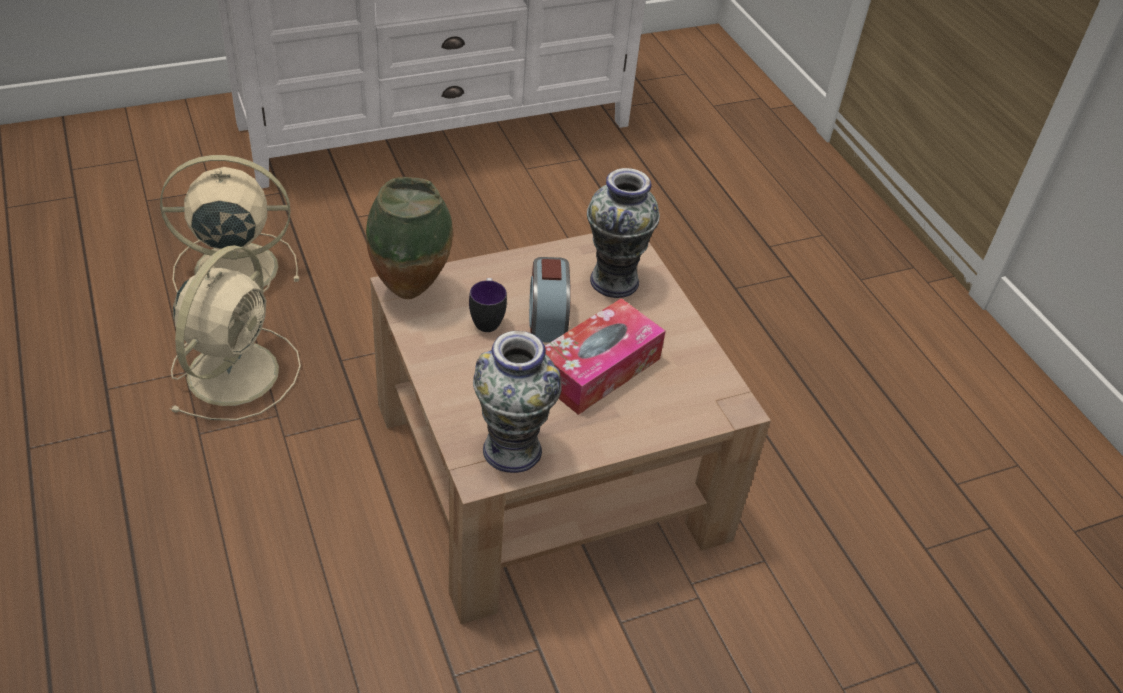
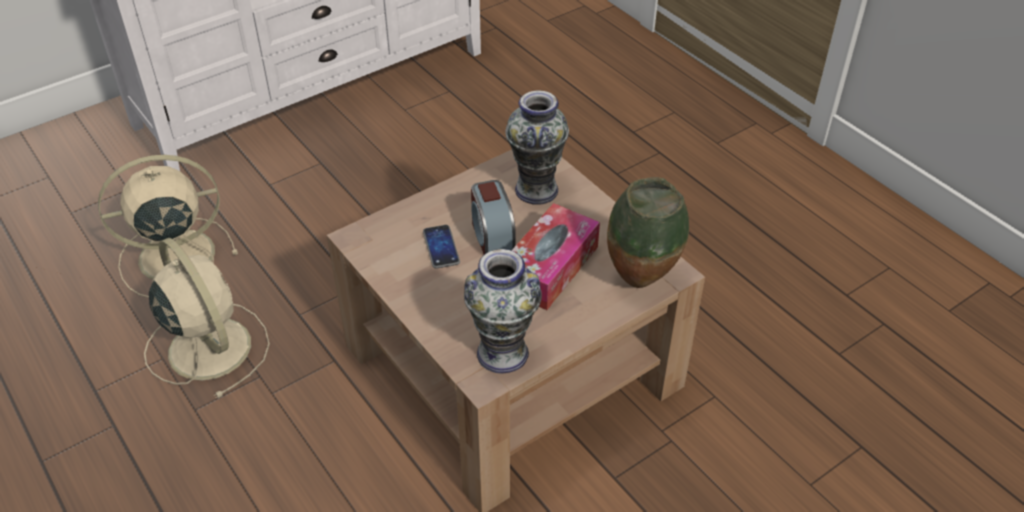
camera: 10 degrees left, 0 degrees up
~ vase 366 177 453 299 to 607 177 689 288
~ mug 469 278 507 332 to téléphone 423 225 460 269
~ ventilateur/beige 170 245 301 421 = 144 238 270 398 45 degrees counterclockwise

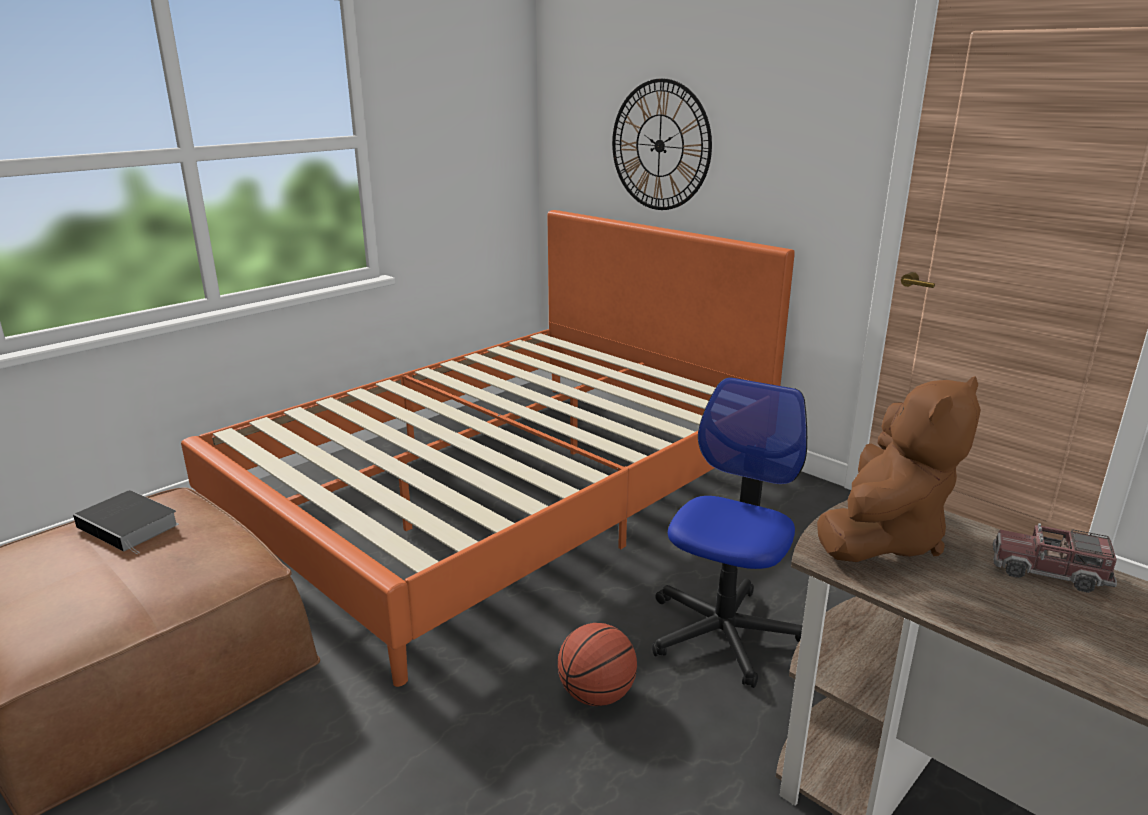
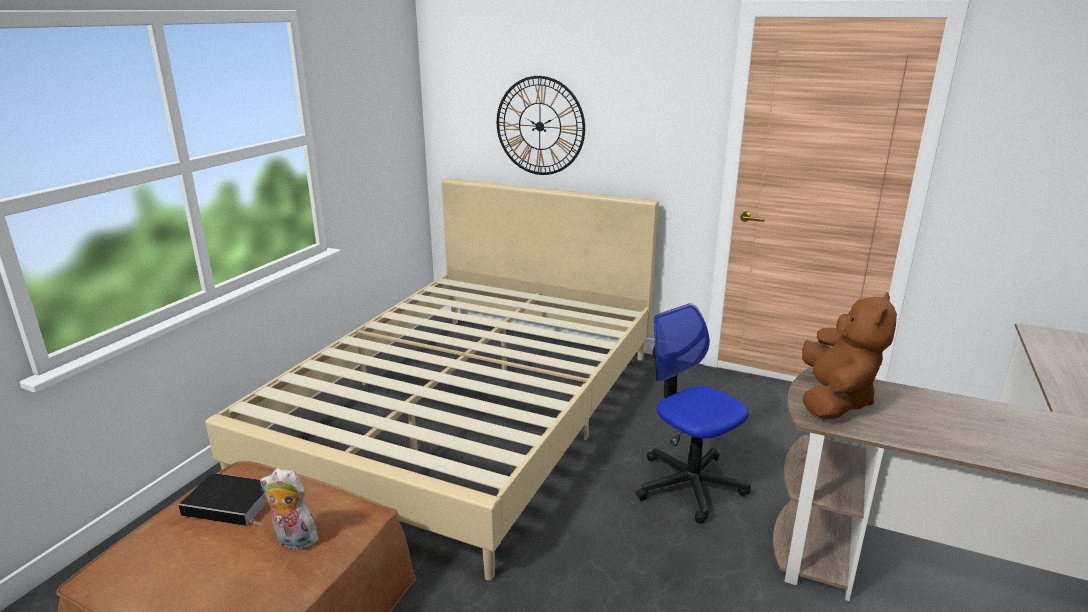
camera: 20 degrees left, 0 degrees up
- ballon de basket 558 623 637 706
- camion jouet 993 523 1117 593
+ peluche 260 468 320 550
~ lit/orange 181 210 795 687 to lit/beige 205 178 659 581
~ chaise de bureau 652 377 807 688 = 636 303 751 524 45 degrees counterclockwise

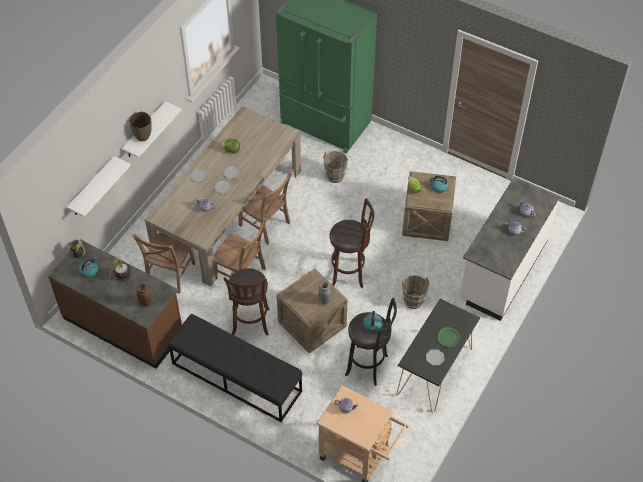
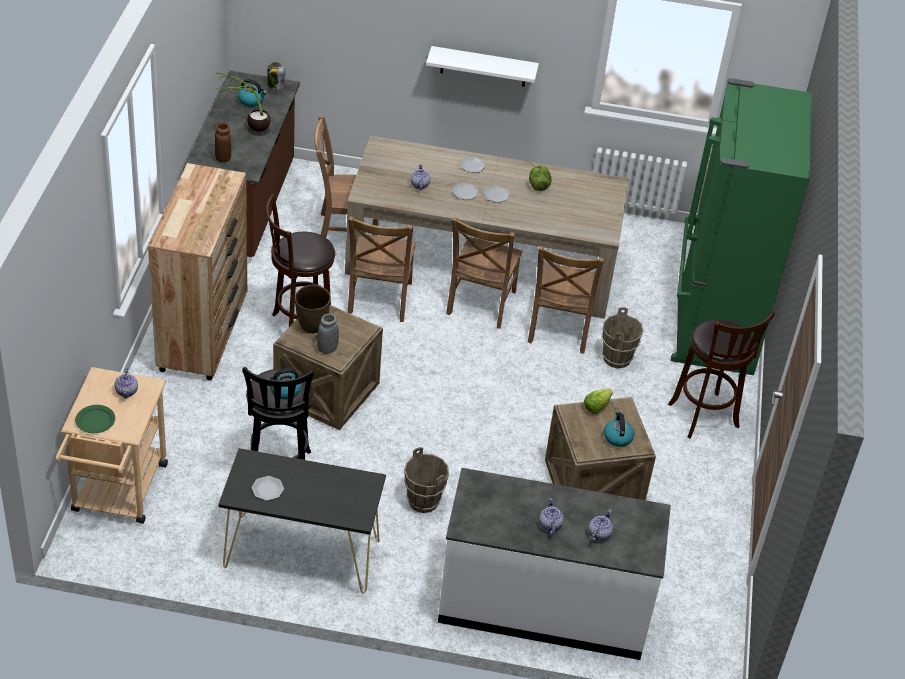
camera: 65 degrees right, 10 degrees down
- étagère/blanc 67 156 131 217
+ chaise/marron 528 246 604 353
~ vase/marron 129 112 152 141 to 295 285 331 333
~ tabouret/marron 329 198 374 288 to 668 311 775 439
~ assiette/vert 437 327 460 347 to 75 405 115 433
~ banc/noir 168 314 302 422 to commode/marron 148 163 247 380

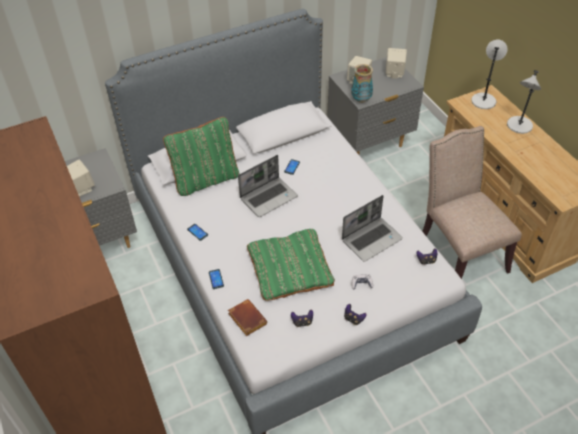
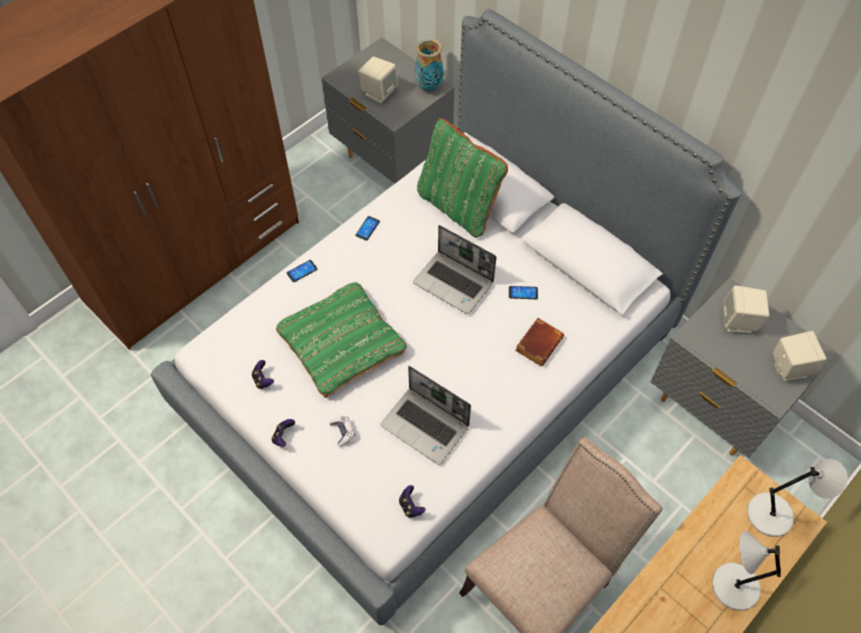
camera: 70 degrees right, 10 degrees up
~ livre/marron 228 299 268 336 to 515 318 564 366
~ vase 351 64 373 103 to 414 38 444 91

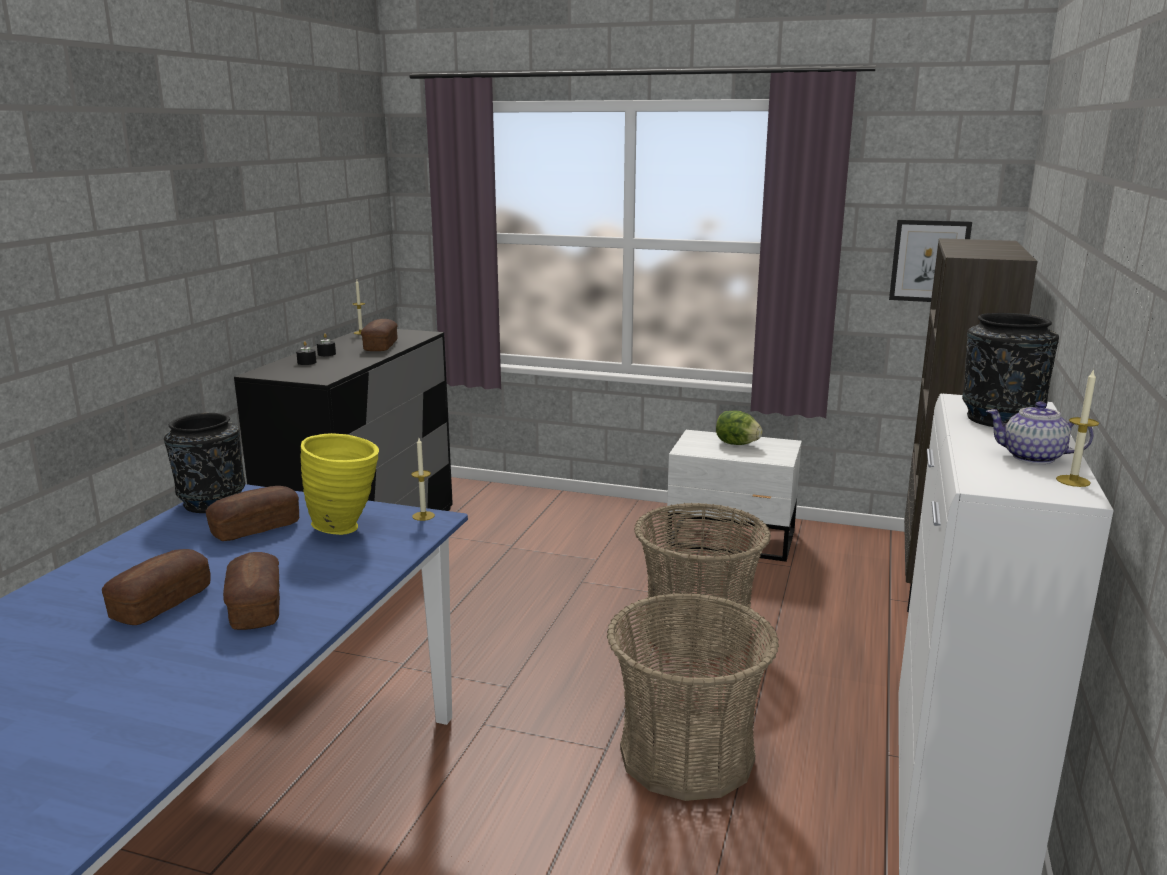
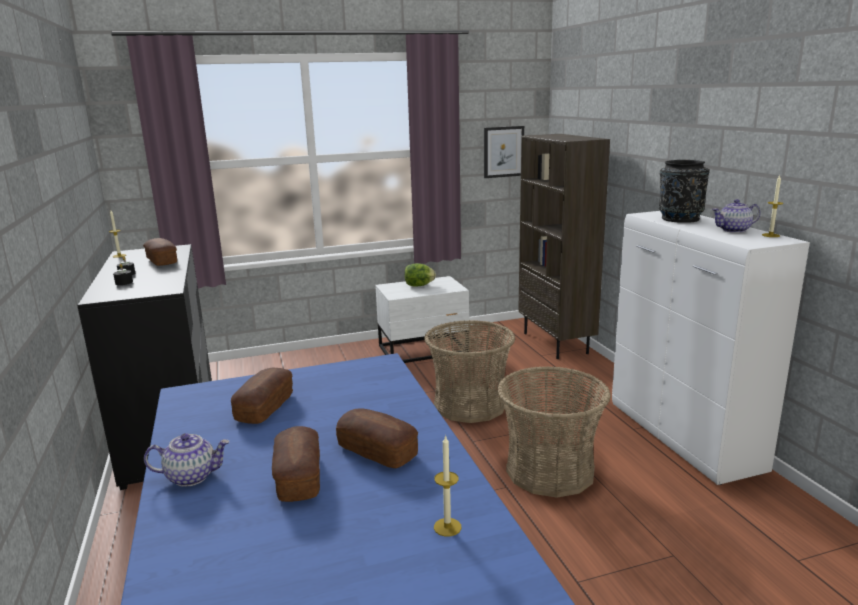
camera: 35 degrees left, 0 degrees up
- vase/noir 164 413 245 513
- vase/jaune 300 433 379 535
+ théière 144 433 230 487
~ bougie 411 438 435 521 to 434 435 461 537

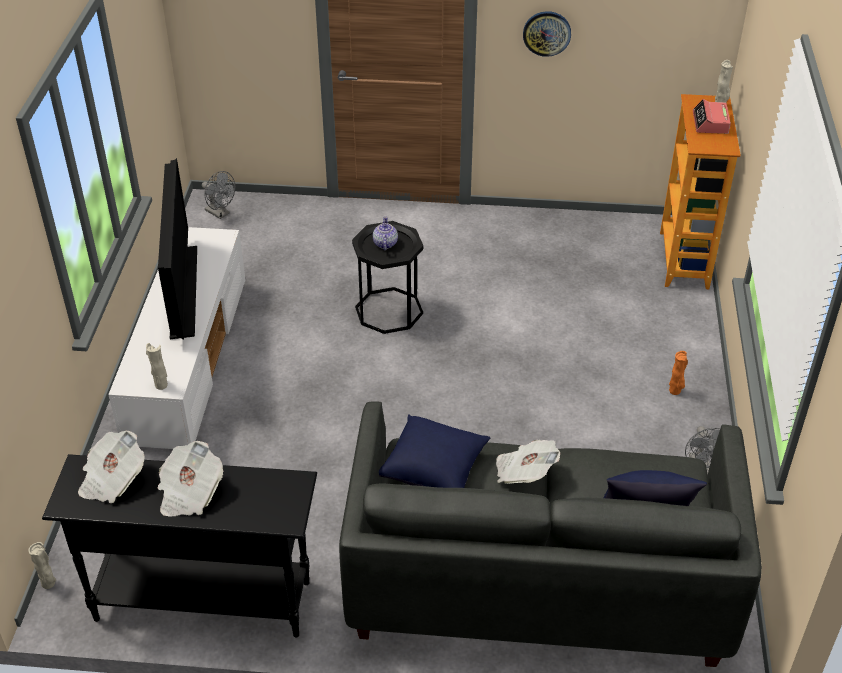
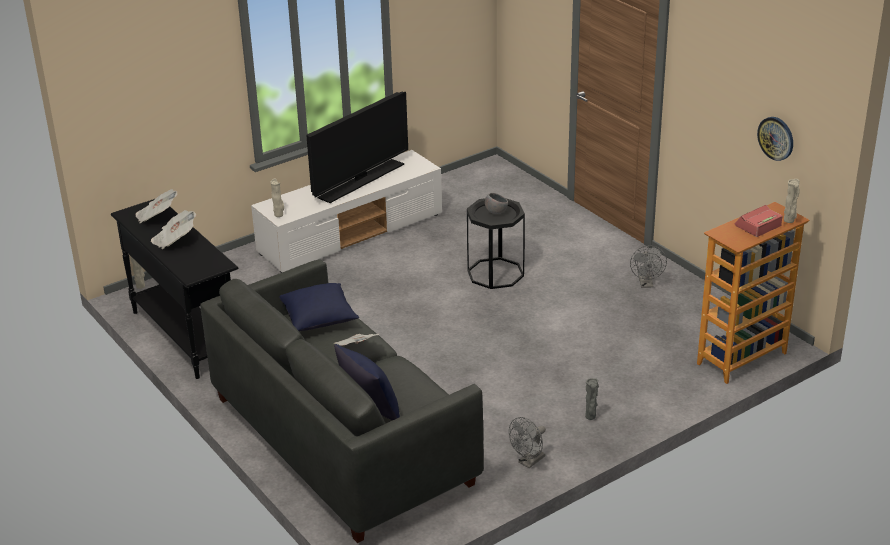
camera: 50 degrees right, 10 degrees down
~ ventilateur/gris 202 171 235 219 to 630 245 667 288
~ horloge murale 523 11 571 57 to 757 117 793 161
~ théière 373 217 398 250 to bol/gris 485 193 508 214
~ vase/orange 669 351 688 395 to vase/gris 585 378 599 420

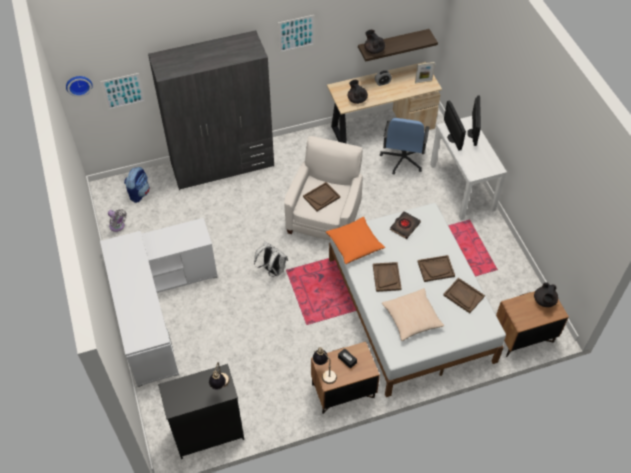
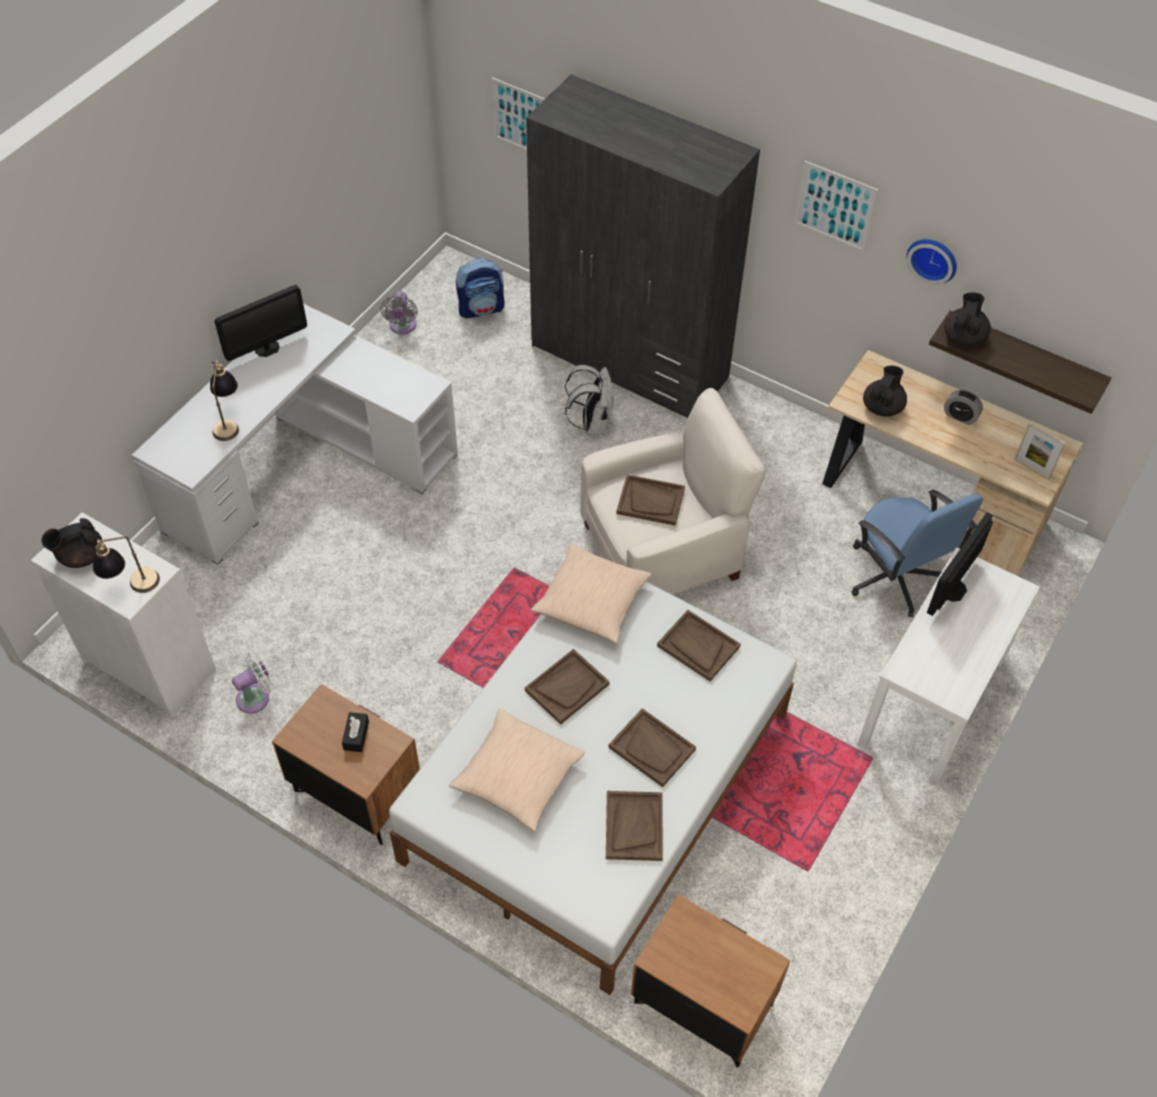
camera: 50 degrees right, 0 degrees up
+ ventilateur/blanc 232 652 274 714
~ horloge murale 66 76 93 97 to 907 239 957 285
~ sac à dos/blanc 254 241 288 277 to 565 365 614 435
~ lampe de table 313 347 337 384 to 210 360 239 441
~ écran d'ordinateur 467 96 481 146 to 215 285 307 361
~ théière/noir 534 283 558 307 to 41 518 103 568
~ livre/noir 390 211 421 239 to plateau/marron 657 610 741 681
~ commode/noir 158 364 244 459 to commode/blanc 31 512 216 717
~ coussin/orange 326 217 385 264 to coussin/beige 531 543 652 643
~ chaise de bureau/bleu 380 118 430 175 = 852 490 983 617 90 degrees counterclockwise

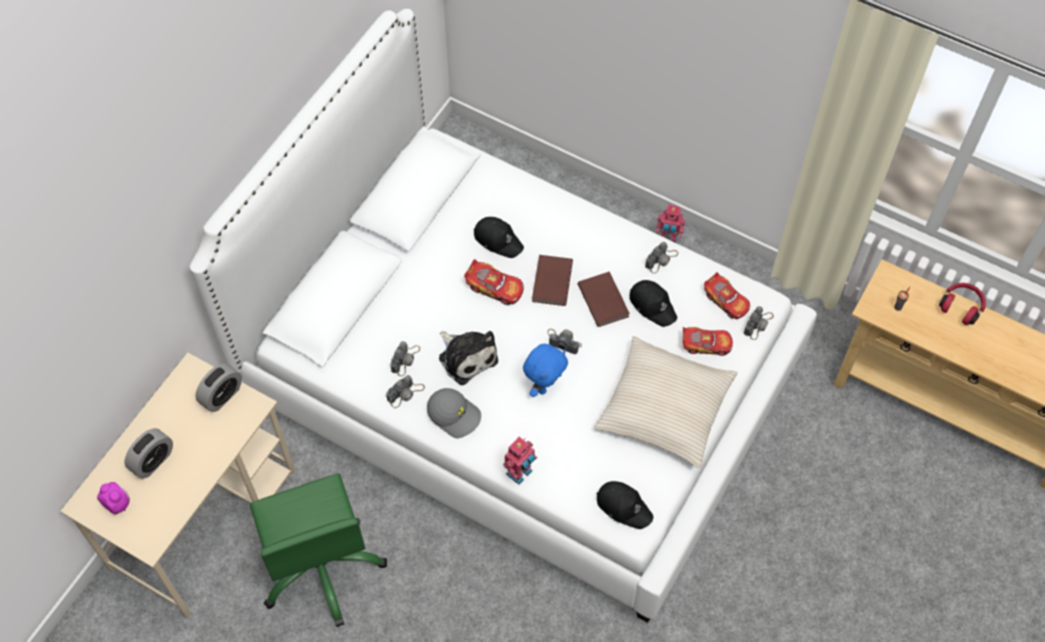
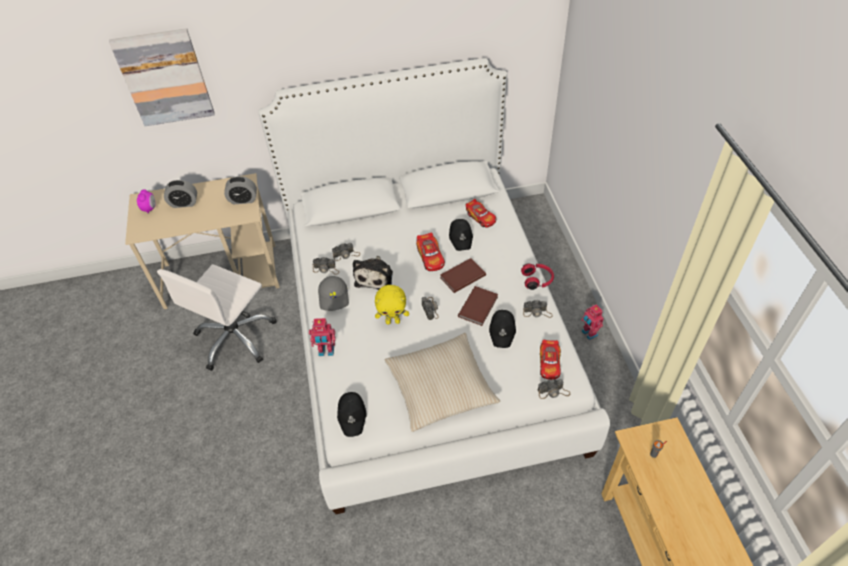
camera: 50 degrees right, 10 degrees down
+ tableau 109 28 215 126
~ petite voiture 682 327 733 356 to 466 199 496 228
~ casque audio/rouge 939 283 986 325 to 521 263 554 290
~ chaise de bureau/vert 250 473 387 627 to chaise de bureau/blanc 157 264 277 371
~ peluche/bleu 523 344 568 397 to peluche/jaune 375 285 409 324

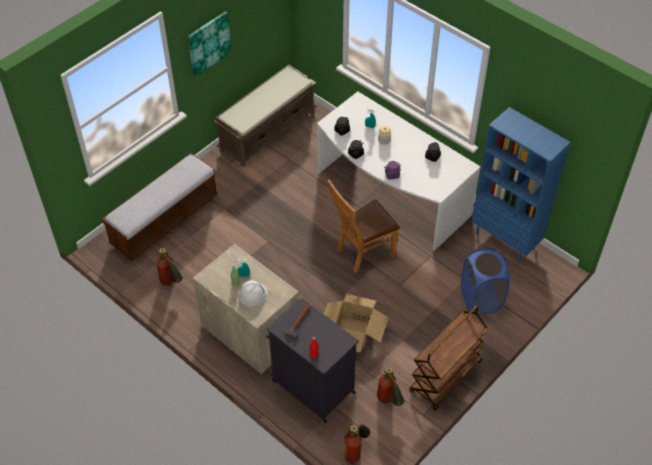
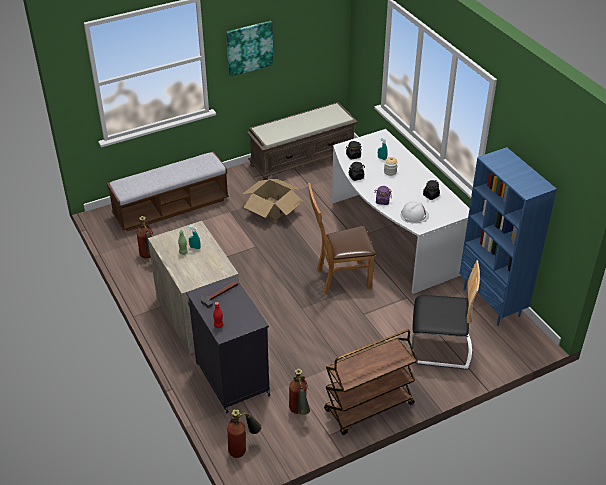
camera: 20 degrees right, 10 degrees down
~ casque de chantier/blanc 239 280 268 306 to 401 201 429 224
~ carton 324 294 388 353 to 241 179 303 221
~ panier à linge/bleu 461 248 510 315 to chaise 411 260 480 370

